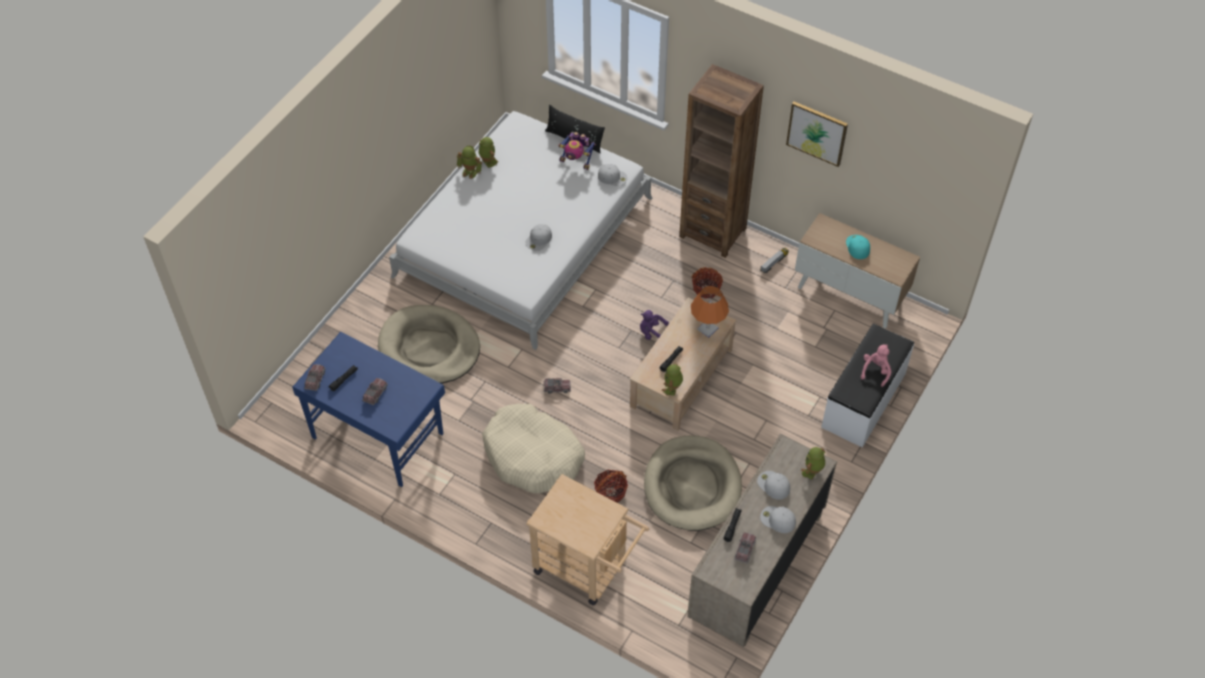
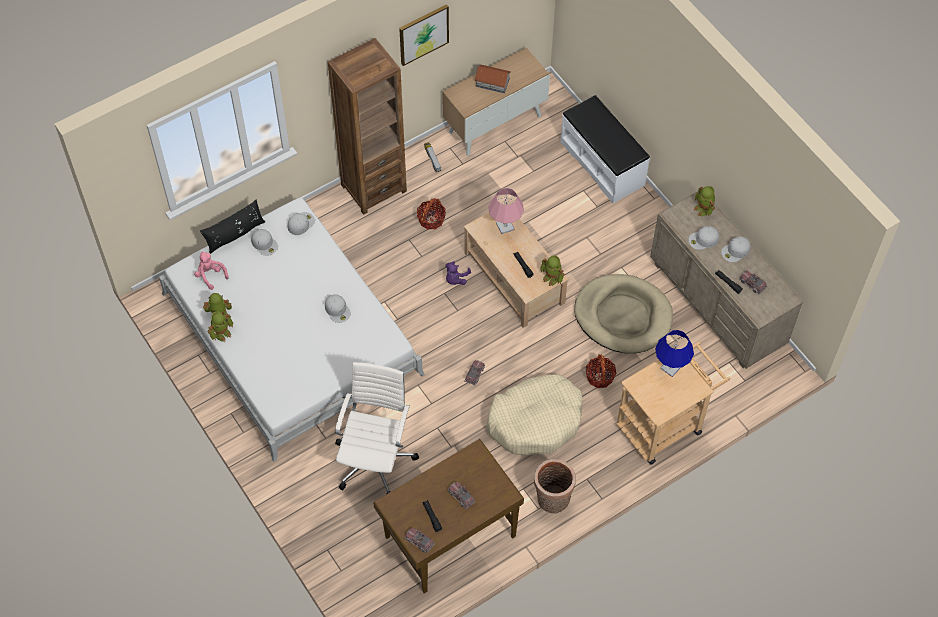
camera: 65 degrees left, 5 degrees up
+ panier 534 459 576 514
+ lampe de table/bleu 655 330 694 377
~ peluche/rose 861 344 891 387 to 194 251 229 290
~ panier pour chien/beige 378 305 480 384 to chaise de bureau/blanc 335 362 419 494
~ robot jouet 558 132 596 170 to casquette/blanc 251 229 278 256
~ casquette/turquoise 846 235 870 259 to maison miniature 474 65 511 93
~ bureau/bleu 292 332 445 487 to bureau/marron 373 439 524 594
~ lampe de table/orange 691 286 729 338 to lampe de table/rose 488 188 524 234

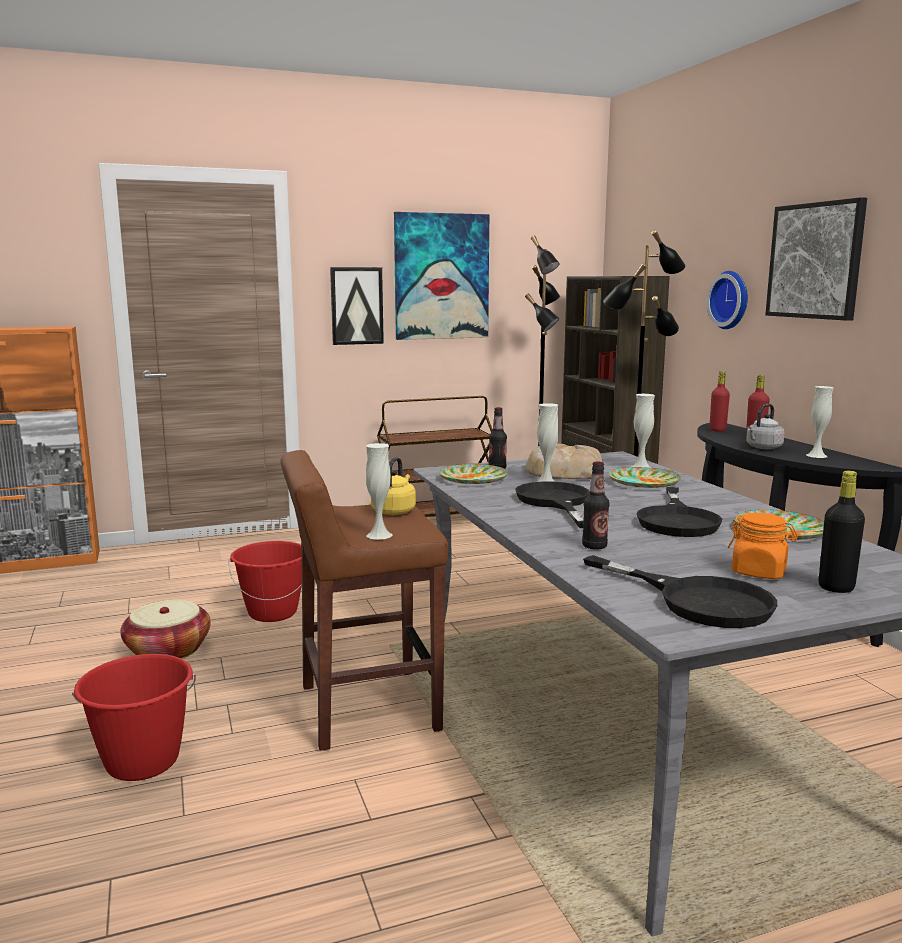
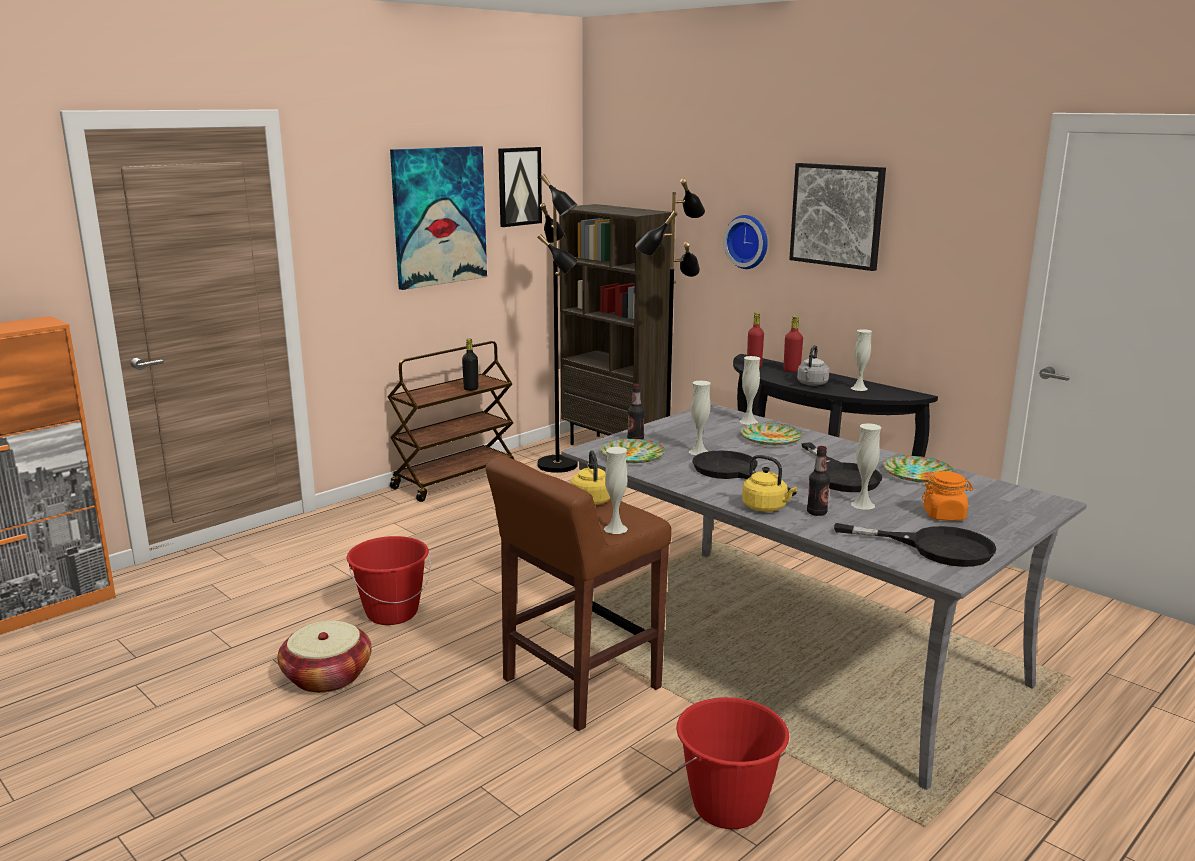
camera: 25 degrees left, 5 degrees up
- pain 526 444 603 479
+ bouilloire/jaune 742 455 798 512
+ vase/blanc 851 423 881 510
~ seau/rouge 72 654 196 781 to 676 697 789 829
~ tableau 330 267 384 345 to 498 147 542 227
~ bouteille/noir 819 471 865 593 to 462 339 478 391

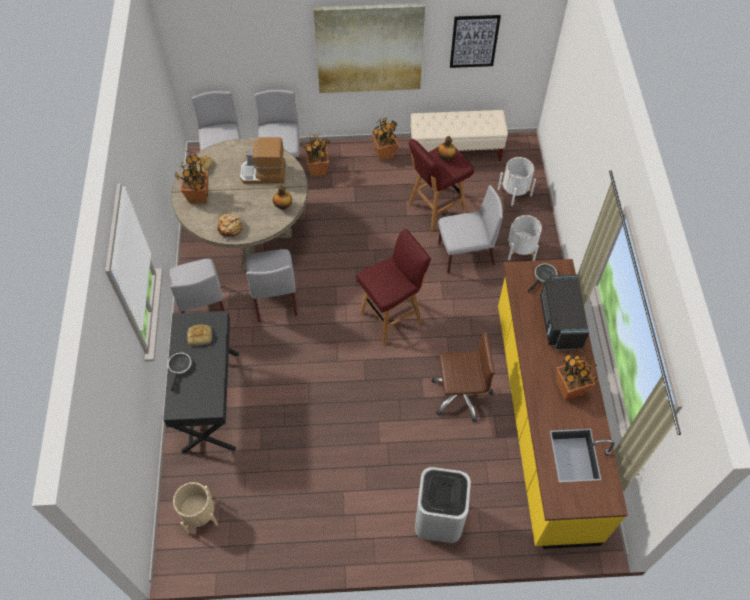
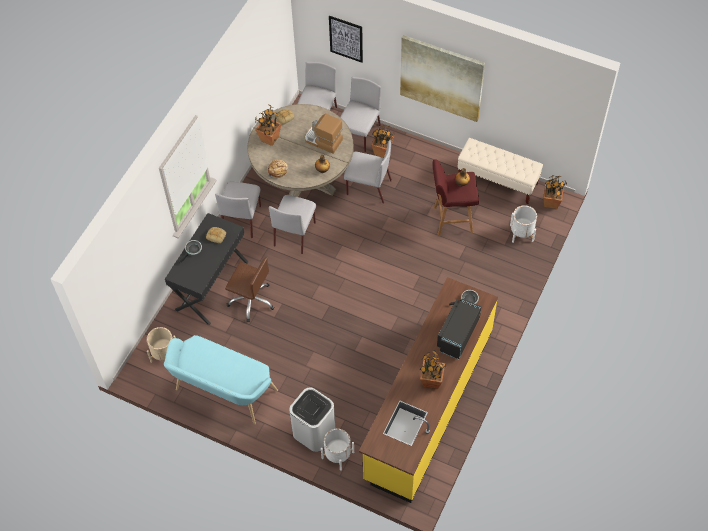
camera: 30 degrees right, 0 degrees up
- tabouret/rouge 356 229 431 345
+ banc/turquoise 164 335 278 425
~ plante en pot 372 117 399 161 to 543 175 568 209
~ chaise de bureau/marron 431 331 495 423 to 225 257 274 322
~ chaise/gris 438 185 503 274 to 344 140 392 204
~ tableau 450 15 501 68 to 329 16 363 63
~ cache-pot/blanc 508 215 542 261 to 321 429 354 471

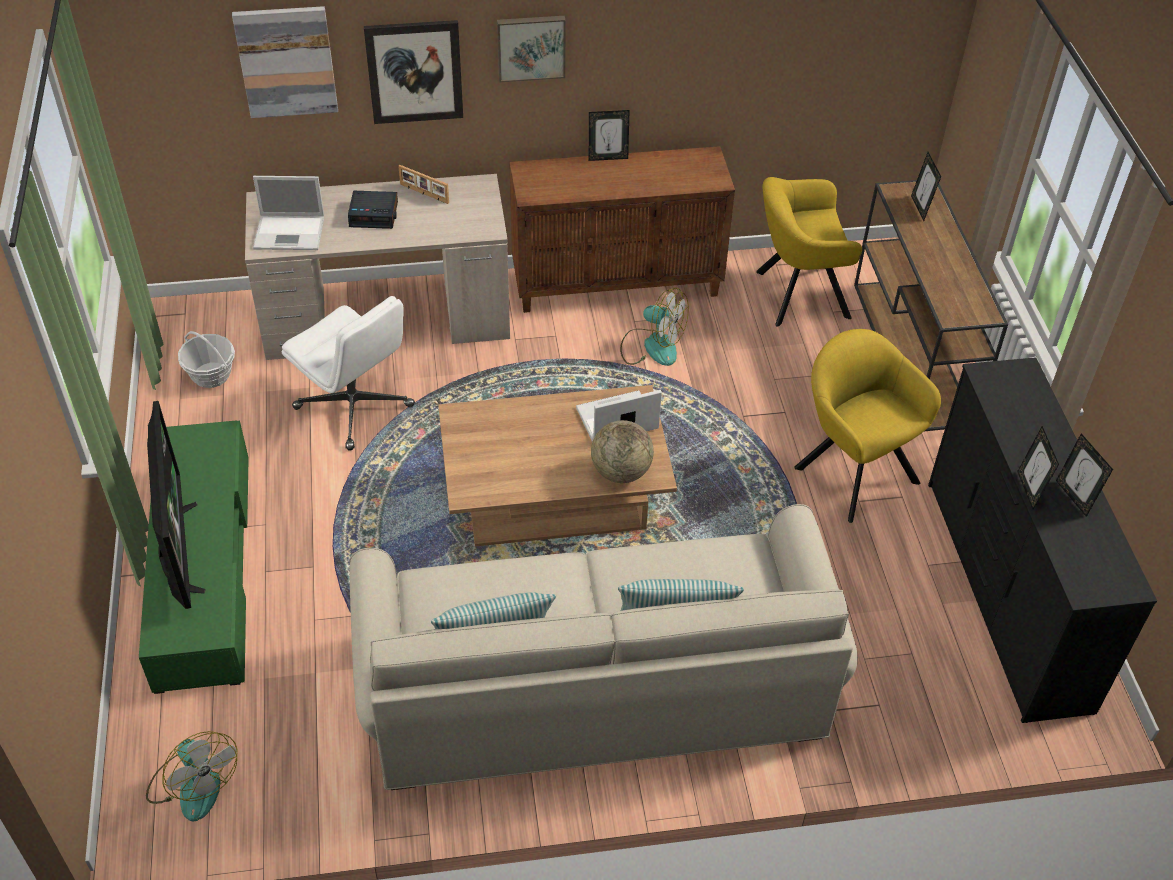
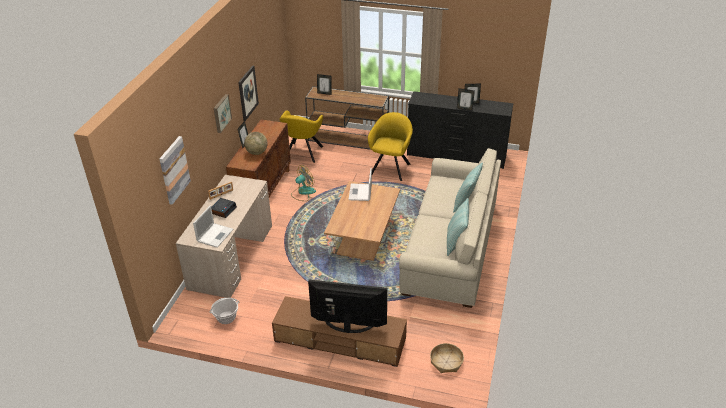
camera: 65 degrees left, 10 degrees down
- chaise de bureau/blanc 282 296 415 451
~ tableau 364 20 463 124 to 238 66 259 121
~ globe 591 420 654 483 to 244 132 268 155
~ ventilateur 146 731 237 821 to panier 430 343 464 373
~ meuble télé/vert 139 421 249 694 to meuble télé/marron 272 296 407 367
~ fauteuil/jaune 794 329 941 523 = 368 112 413 181 120 degrees clockwise

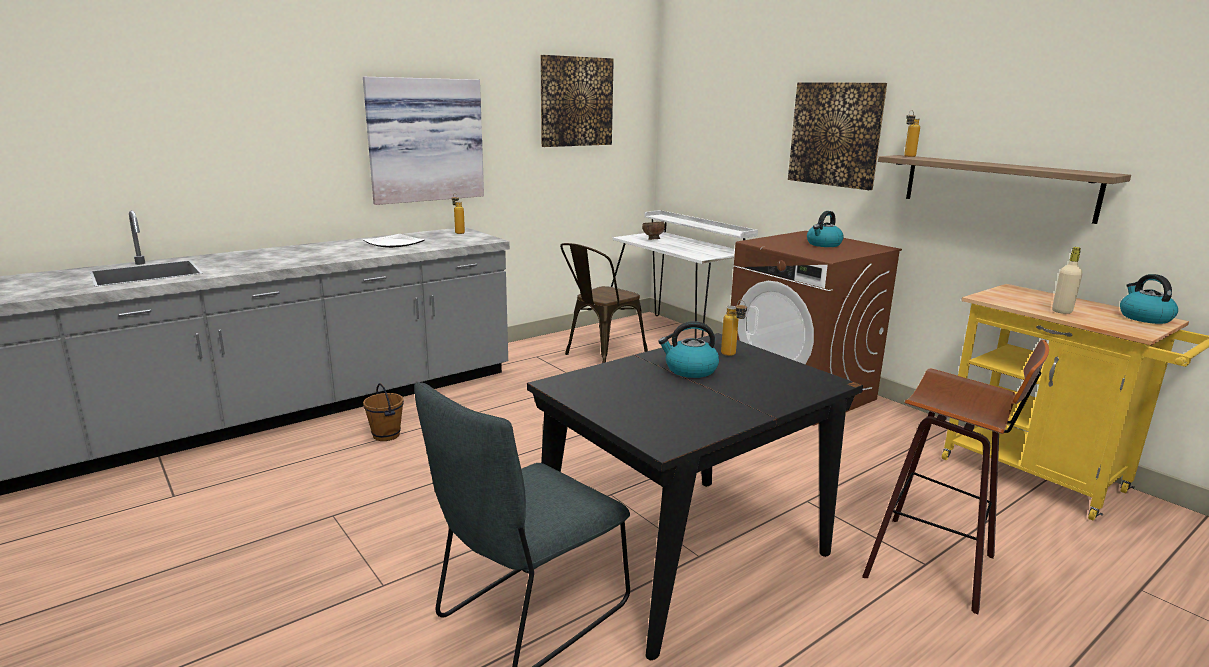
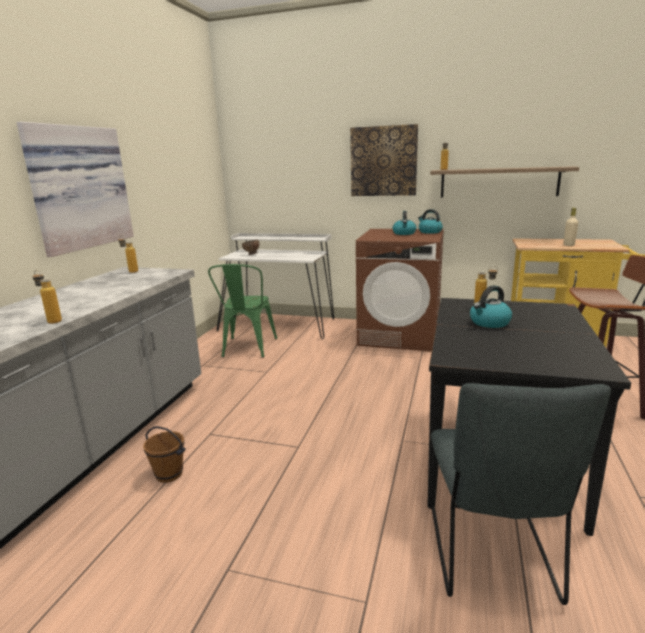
camera: 35 degrees left, 0 degrees up
- assiette 363 234 425 248
- tableau 540 55 614 147
+ bouteille 32 270 62 324
~ bouilloire 1120 274 1178 324 to 418 209 443 234
~ chaise/marron 560 243 648 363 to chaise/vert 208 264 277 358

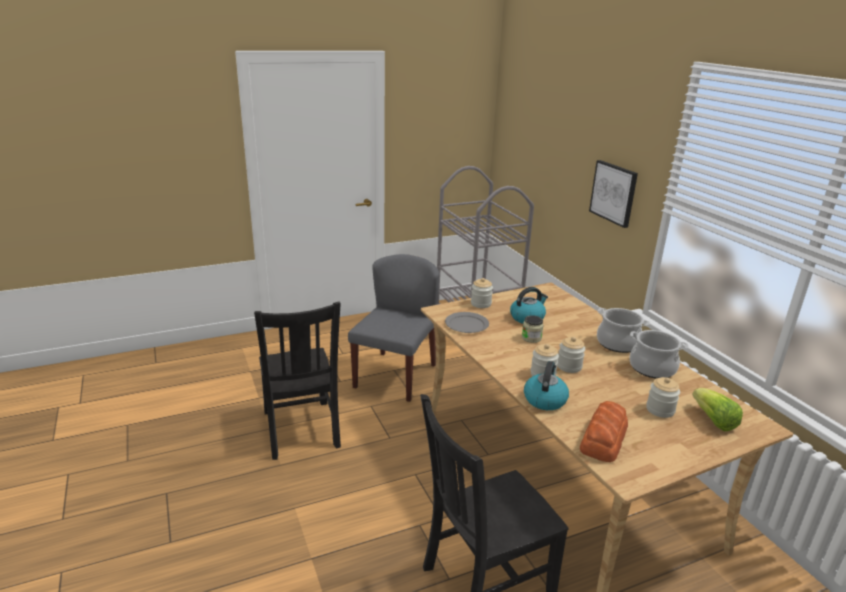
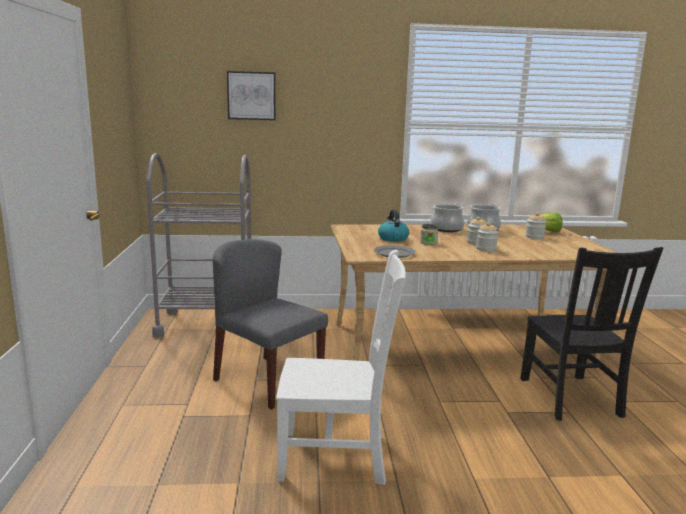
camera: 70 degrees left, 10 degrees down
- bocal 471 278 493 308
- bouilloire 524 361 569 410
- pain 580 401 628 462
~ tableau 589 160 638 228 to 227 71 276 120
~ chaise/noir 254 302 341 460 to chaise/blanc 276 250 406 485

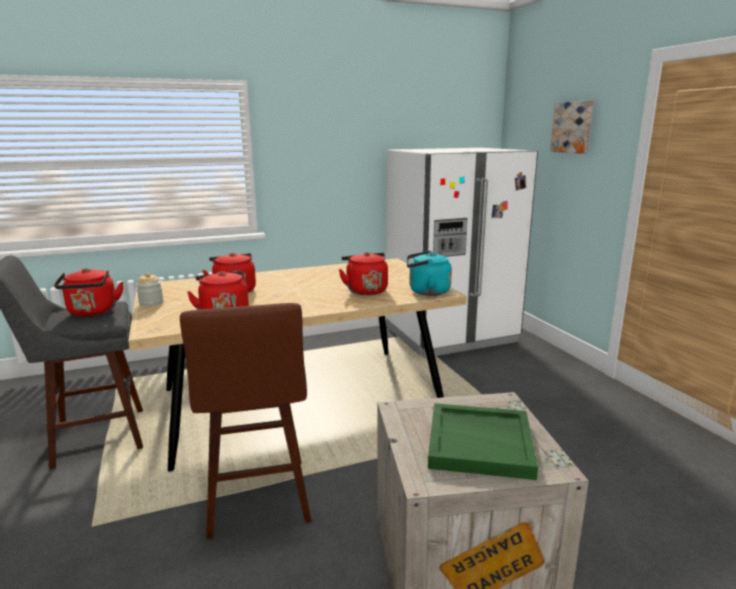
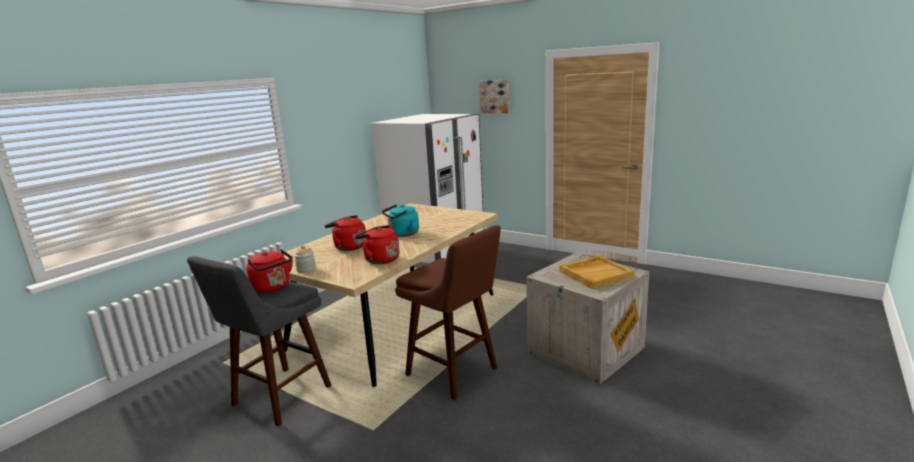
camera: 35 degrees left, 0 degrees up
- bouilloire/rouge 339 252 388 295
~ bouilloire/turquoise 407 251 452 296 to 382 204 419 237
~ plateau/vert 428 403 538 480 to plateau/beige 560 256 634 290

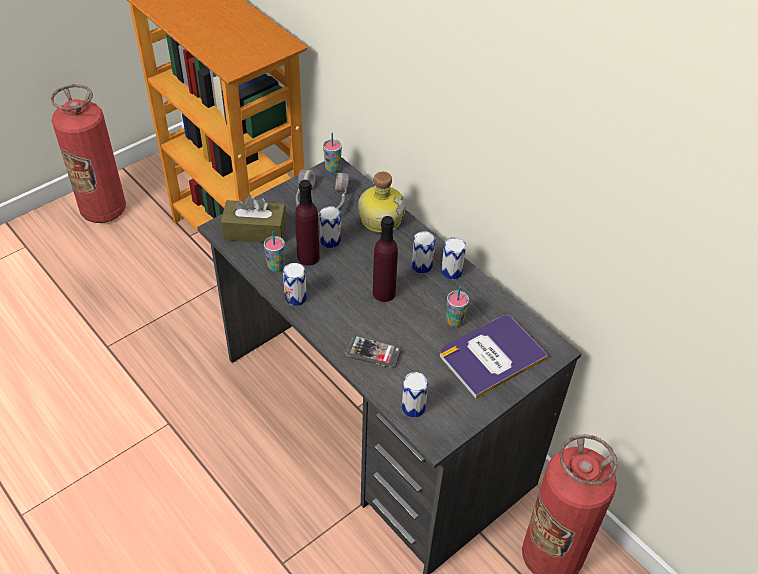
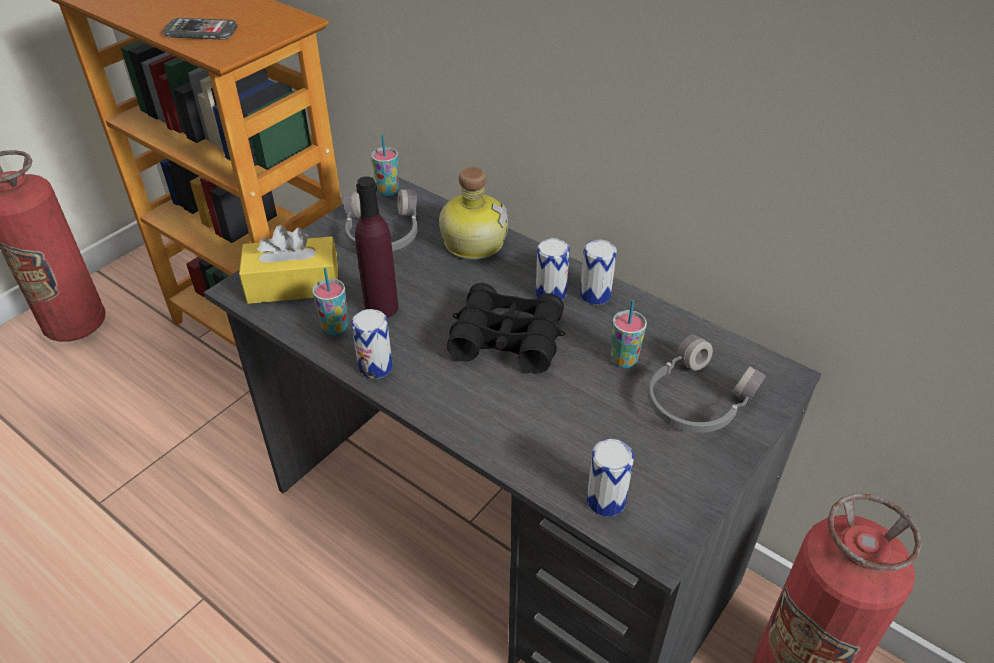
camera: 10 degrees left, 5 degrees down
- boîte métallique 320 206 341 248
~ téléphone 345 335 401 368 to 163 18 238 40
~ bouteille/violet 373 216 398 302 to jumelles/noir 447 283 565 374
~ livre 440 315 548 398 to casque audio/gris 648 335 766 433
~ boîte à mouchoirs/marron 221 195 286 243 to boîte à mouchoirs/jaune 239 225 338 304

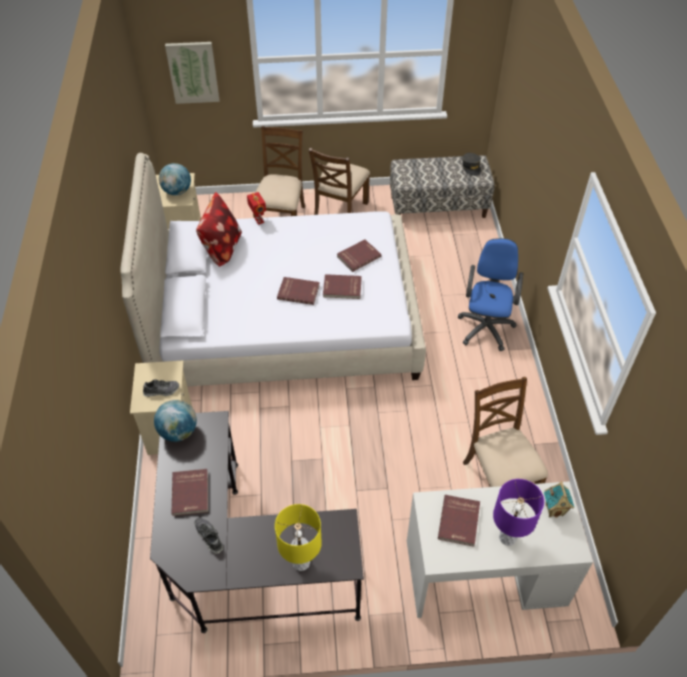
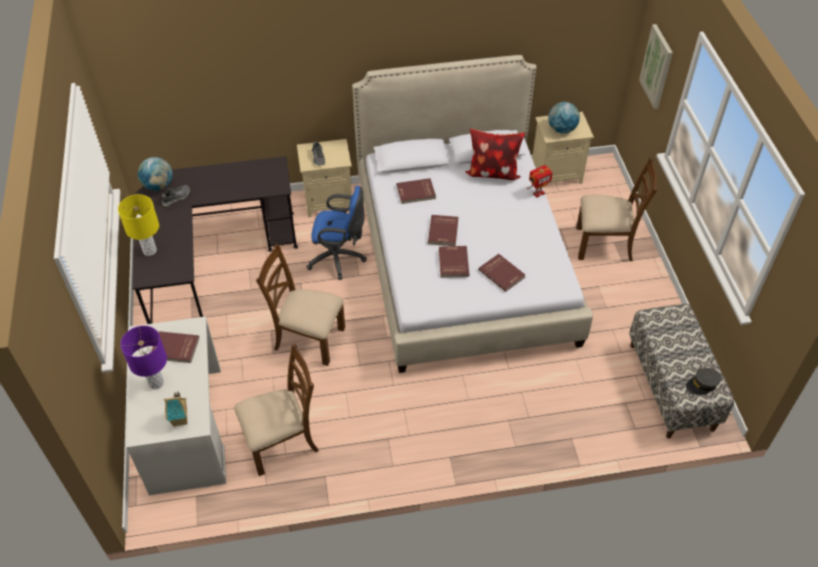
camera: 85 degrees right, 0 degrees up
~ globe 154 400 197 442 to 138 157 173 191
~ livre/rouge 171 469 208 516 to 396 178 436 204
~ chaise/marron 309 148 370 215 to 256 244 345 366
~ chaise de bureau/bleu 457 238 523 351 to 306 186 367 280

